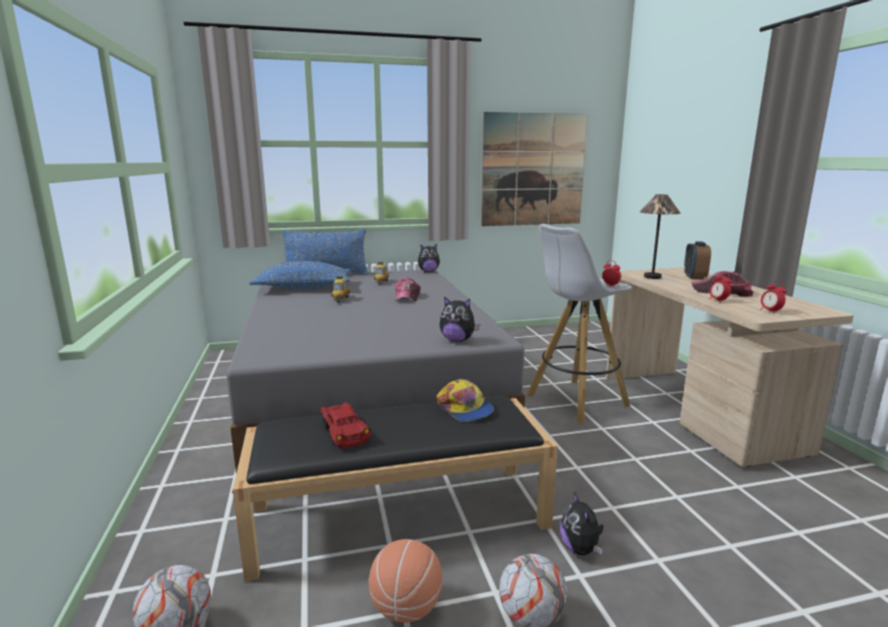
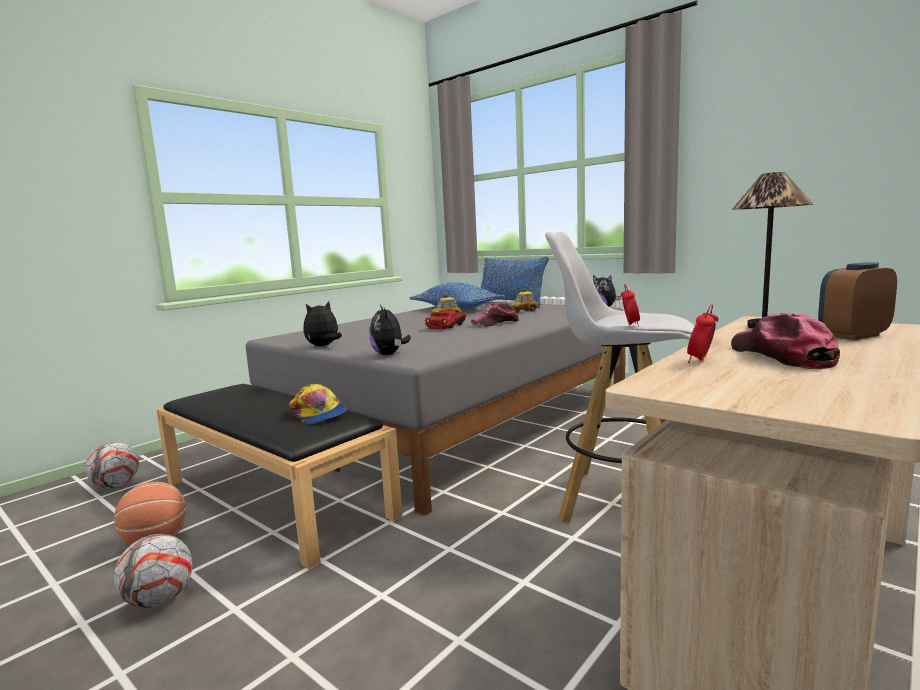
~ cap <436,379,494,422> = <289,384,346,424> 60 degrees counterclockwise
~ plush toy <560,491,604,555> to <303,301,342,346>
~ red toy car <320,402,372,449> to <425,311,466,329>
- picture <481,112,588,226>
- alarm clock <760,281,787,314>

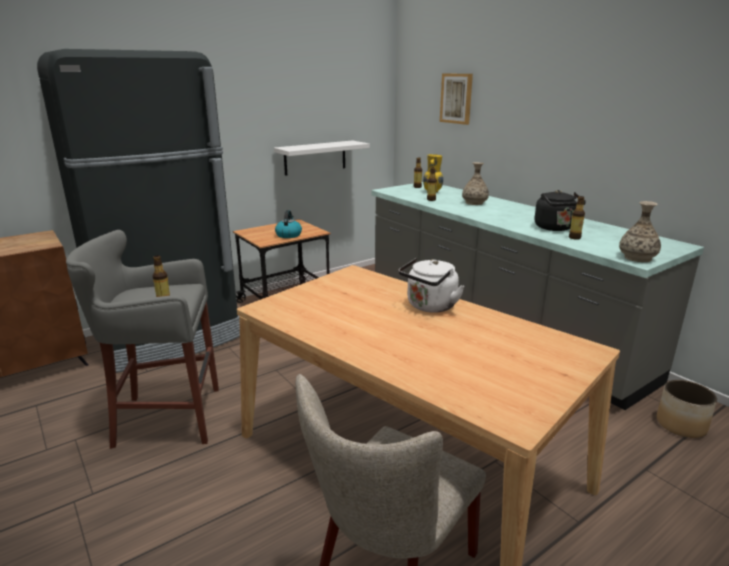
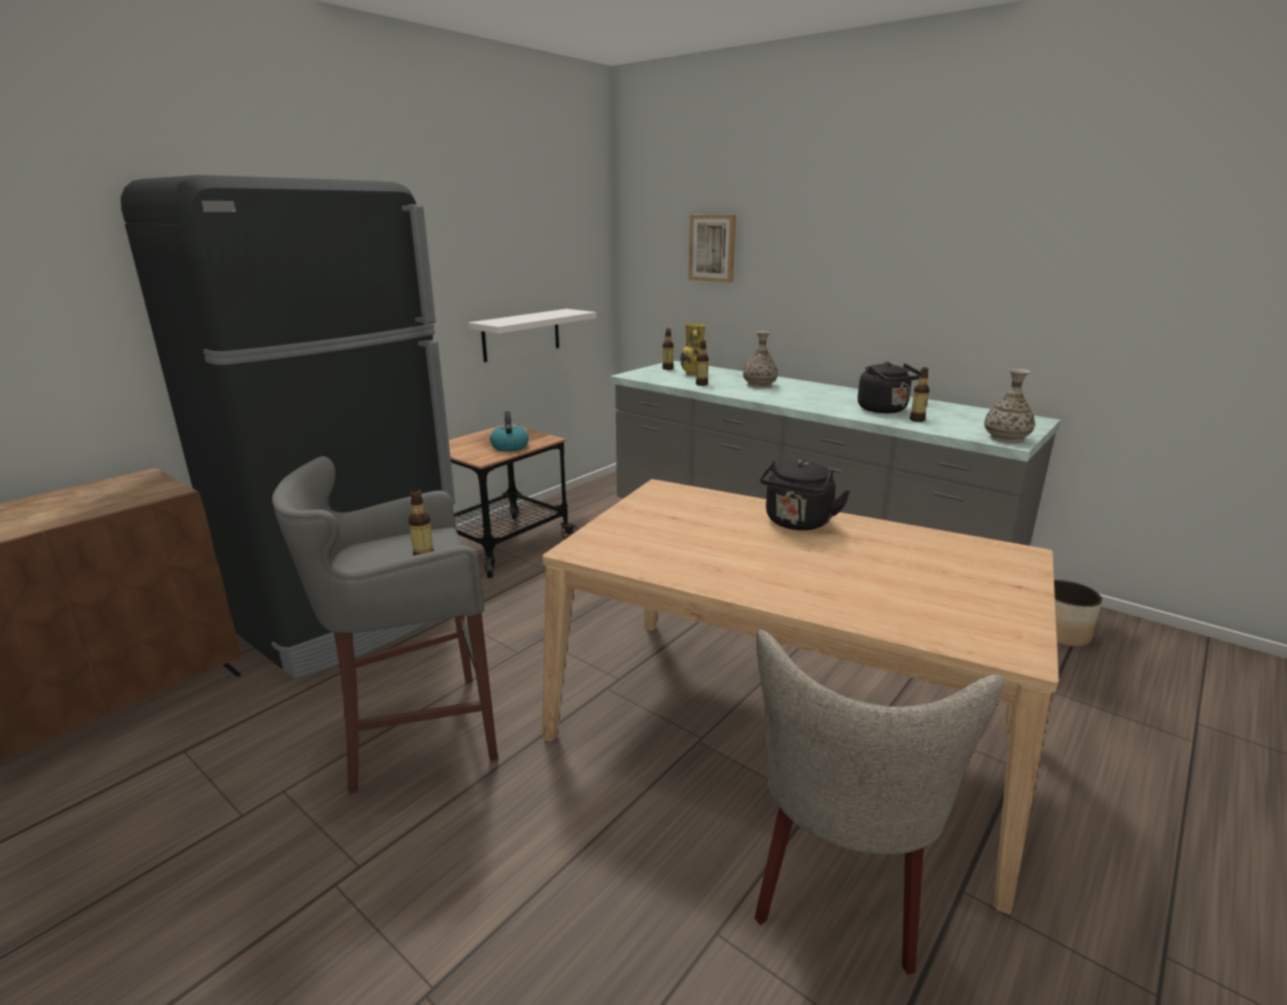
~ white kettle <399,258,464,313> to black kettle <760,460,850,530>

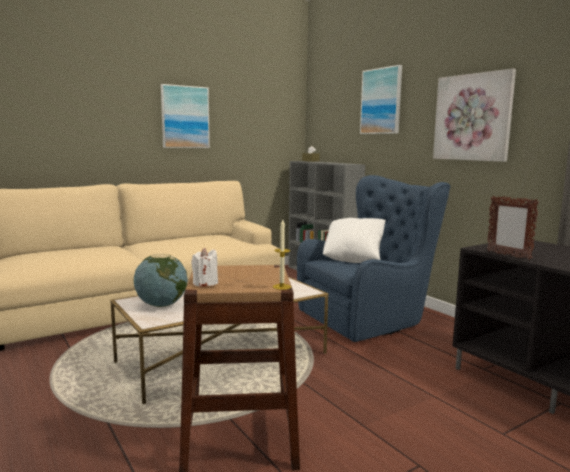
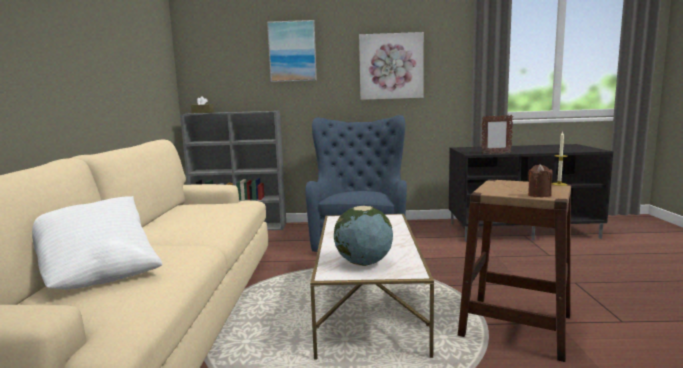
~ white pillow <323,218,386,263> to <32,196,162,289>
~ white candle <191,248,218,287> to brown candle <528,164,553,197>
- picture <161,84,210,148>

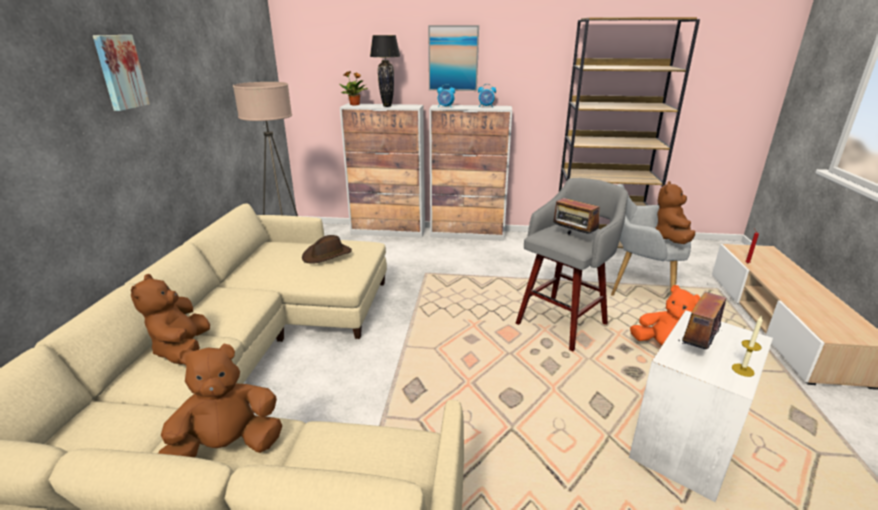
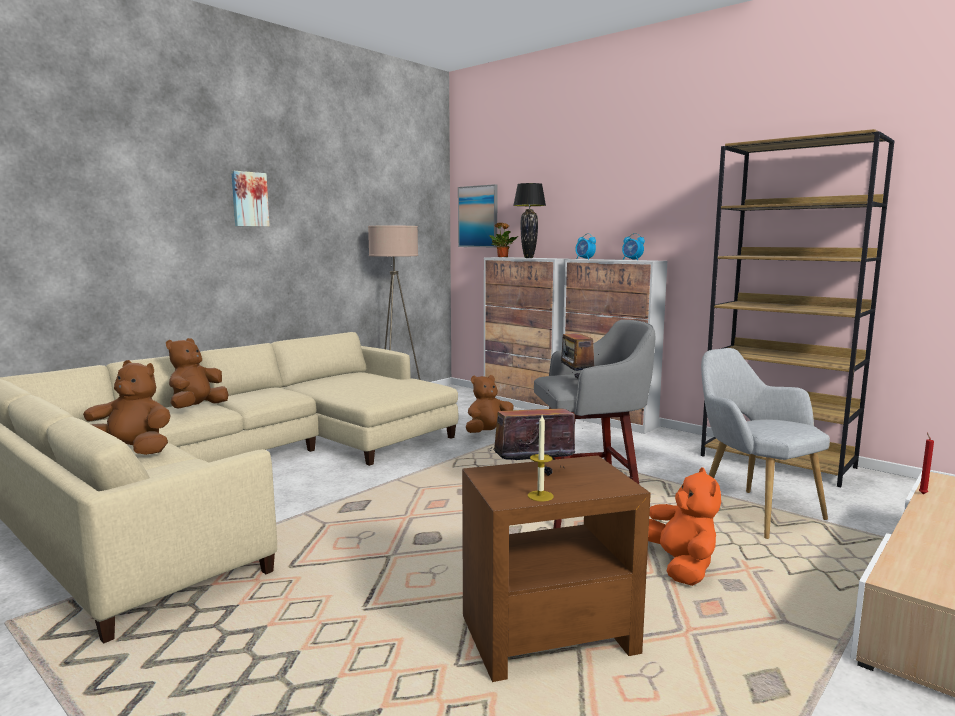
~ picture <428,25,479,91> to <458,184,498,247>
~ white side table <629,310,773,502> to brown side table <462,455,651,682>
~ brown plush toy <655,181,695,244> to <466,375,513,433>
- brown hat <302,235,352,264>

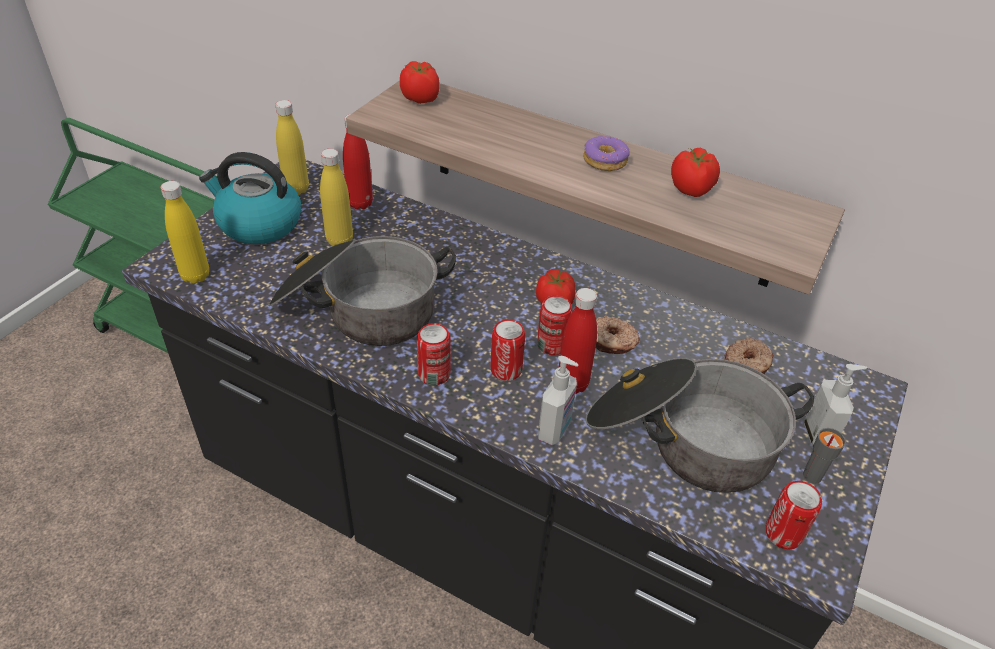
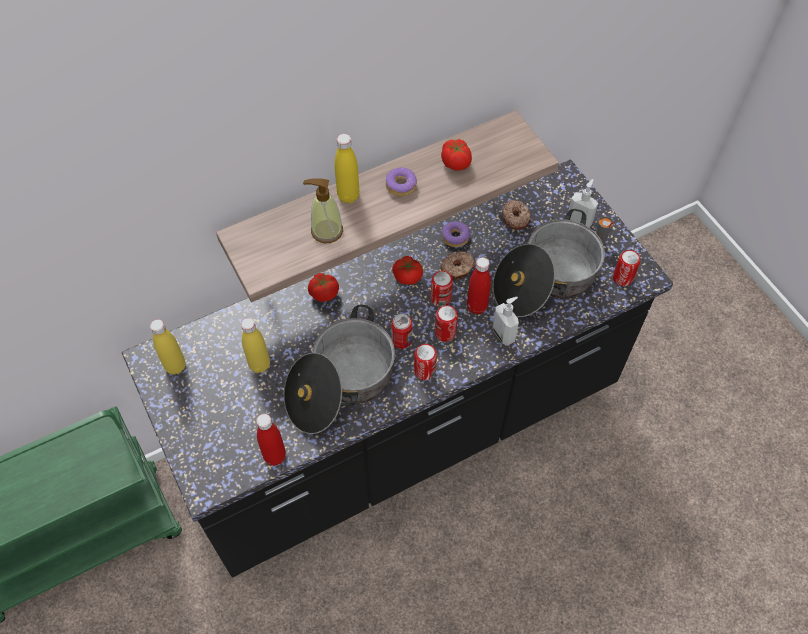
~ red bottle <343,114,373,209> to <256,414,286,466>
+ soap dispenser <303,178,343,243>
~ tomato <400,61,440,104> to <308,273,339,302>
~ yellow bottle <160,181,209,284> to <335,134,360,203>
+ can <391,314,412,349>
+ donut <442,221,470,247>
- kettle <199,152,301,244>

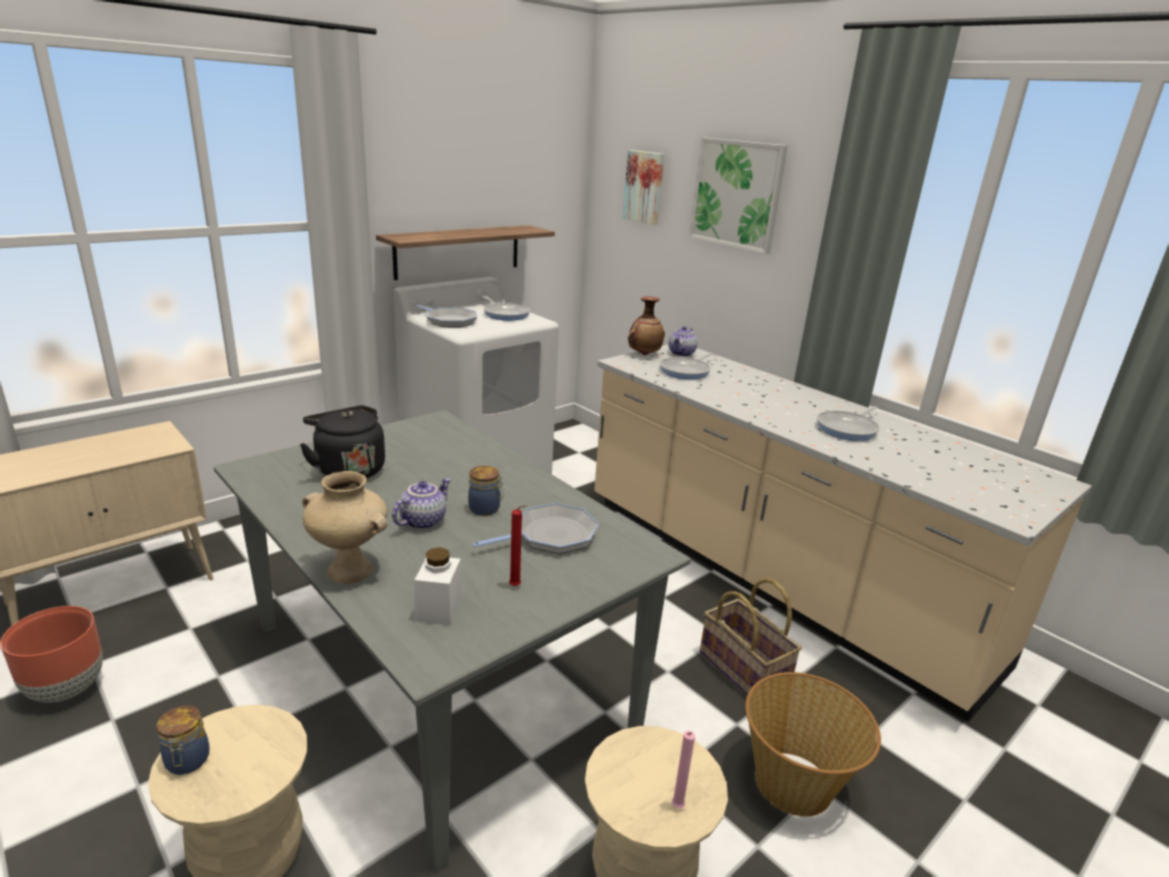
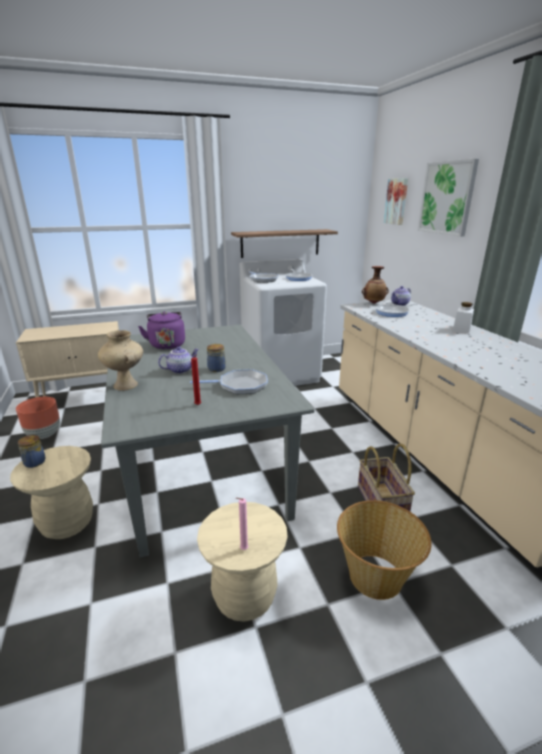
~ black kettle <299,405,385,479> to purple kettle <138,311,185,349>
~ white jar <414,547,463,626> to <453,302,474,333>
- frying pan <817,406,880,441>

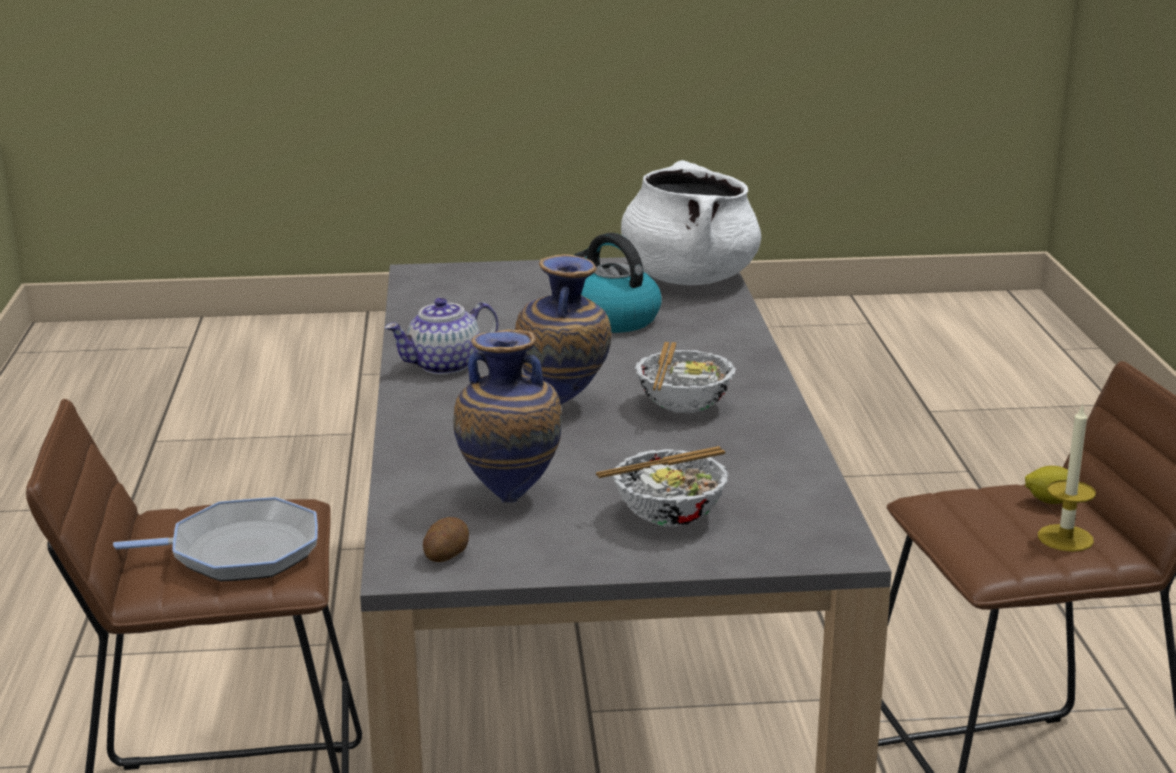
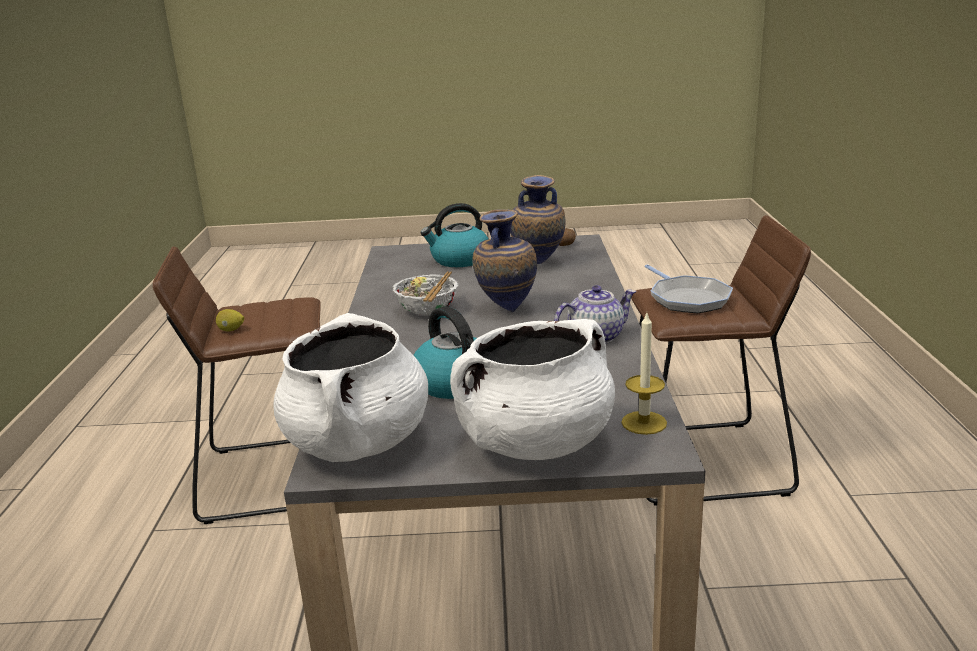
~ bowl <596,446,729,527> to kettle <421,203,489,267>
+ white cooking pot <450,319,615,460>
~ candle <1038,404,1096,552> to <621,313,667,435>
~ frying pan <113,497,318,581> = <644,264,733,313> 105 degrees counterclockwise

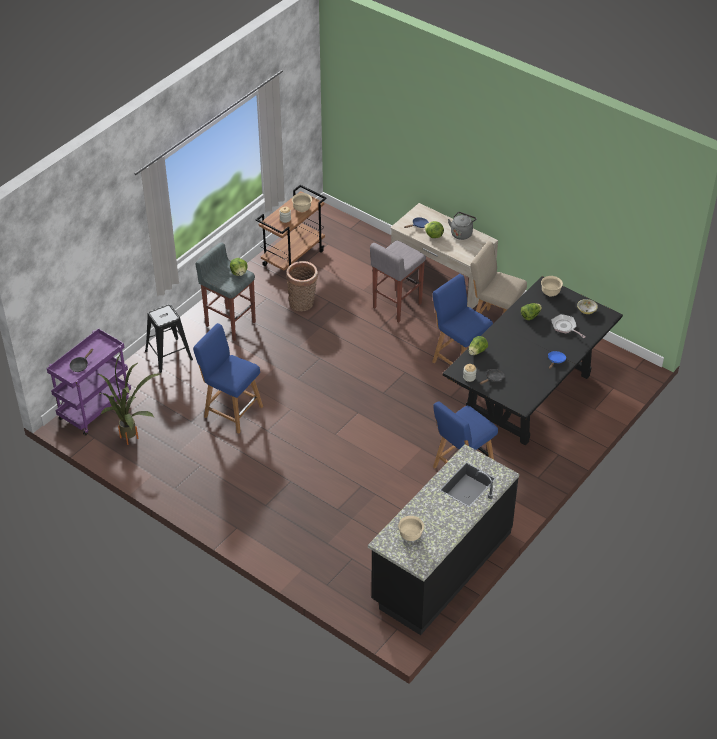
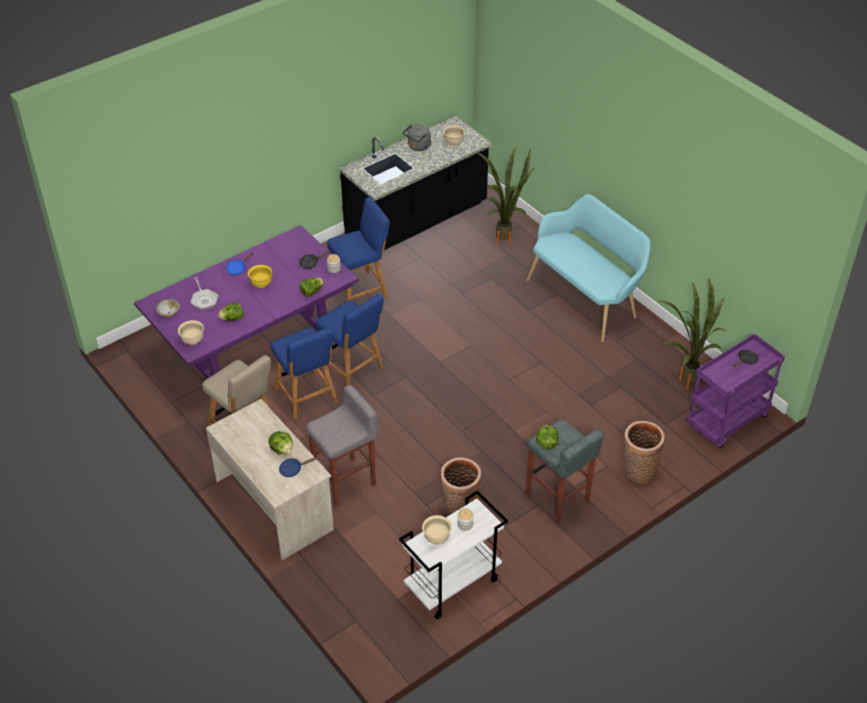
~ black dining table <443,276,623,445> to purple dining table <134,225,359,379>
+ yellow bowl <248,265,272,288>
~ blue chair <193,323,263,433> to <316,294,384,386>
~ brown cart <256,185,327,271> to white cart <399,490,508,619>
~ grey kettle <448,212,477,240> to <403,125,431,151>
+ potted plant <476,148,535,245>
+ turquoise bench <527,194,651,342>
~ black stool <145,304,193,373> to basket <624,421,665,484>

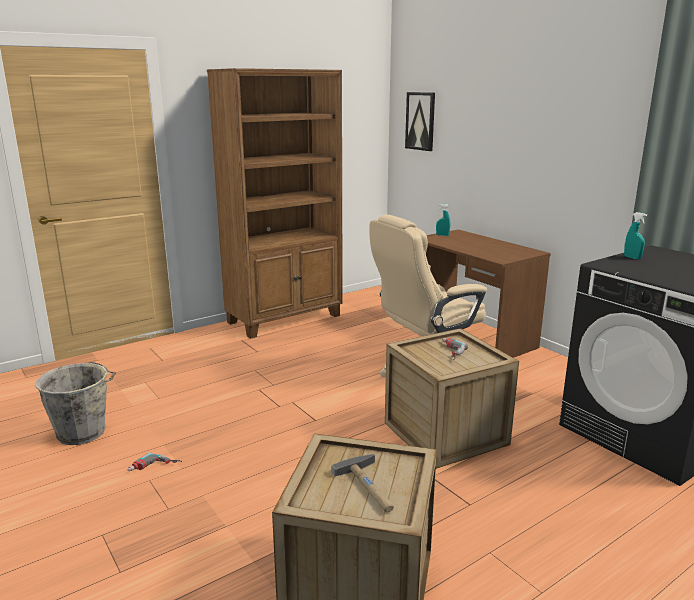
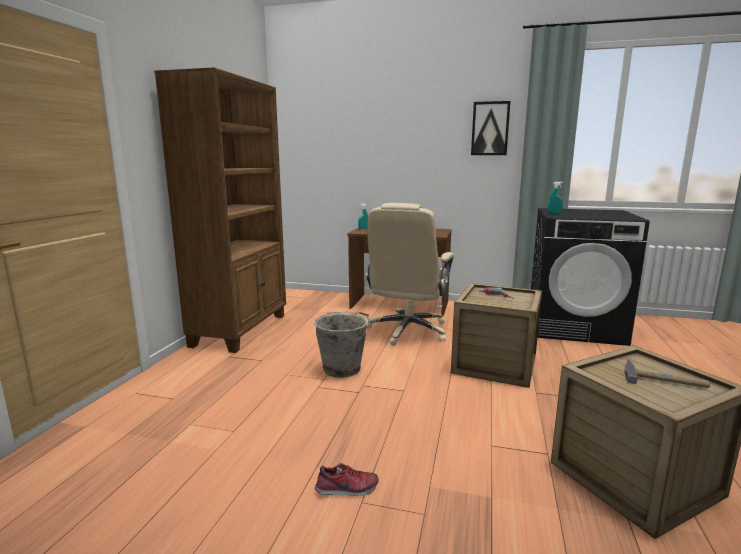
~ grey bucket <35,362,116,445> to <314,312,370,378>
~ power drill <127,452,182,471> to shoe <315,463,379,496>
~ picture <405,92,435,151> to <471,101,510,155>

